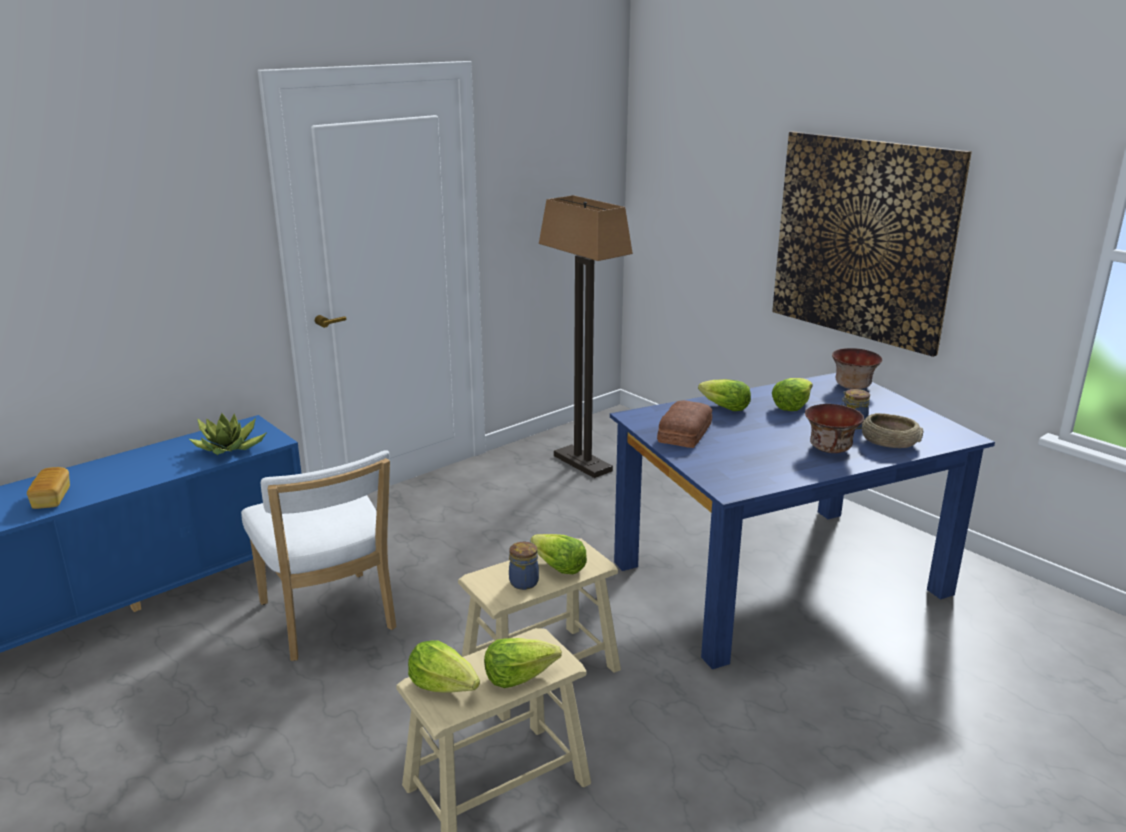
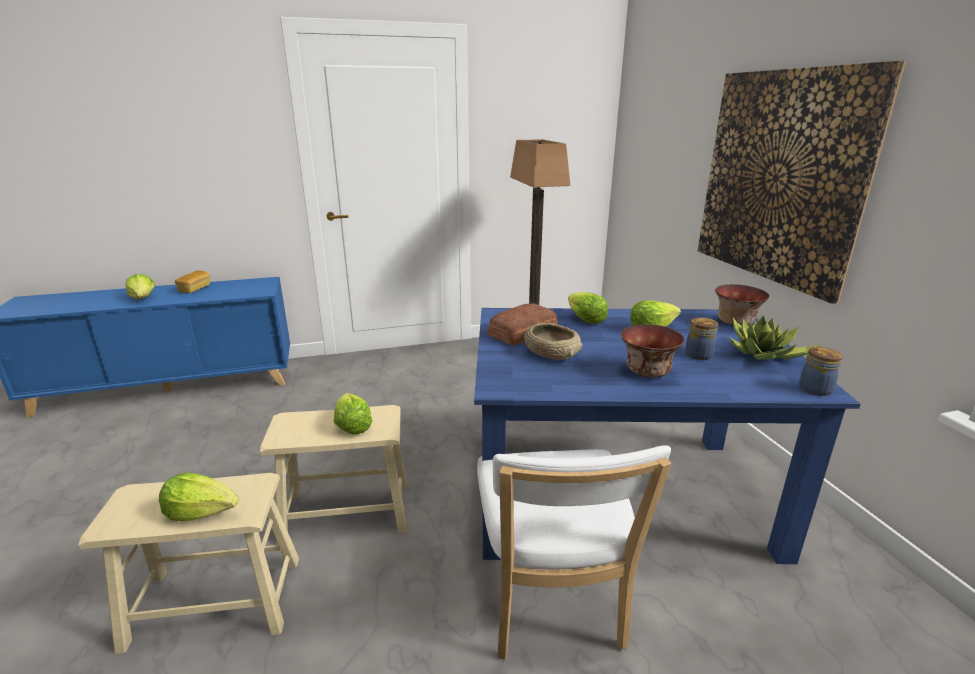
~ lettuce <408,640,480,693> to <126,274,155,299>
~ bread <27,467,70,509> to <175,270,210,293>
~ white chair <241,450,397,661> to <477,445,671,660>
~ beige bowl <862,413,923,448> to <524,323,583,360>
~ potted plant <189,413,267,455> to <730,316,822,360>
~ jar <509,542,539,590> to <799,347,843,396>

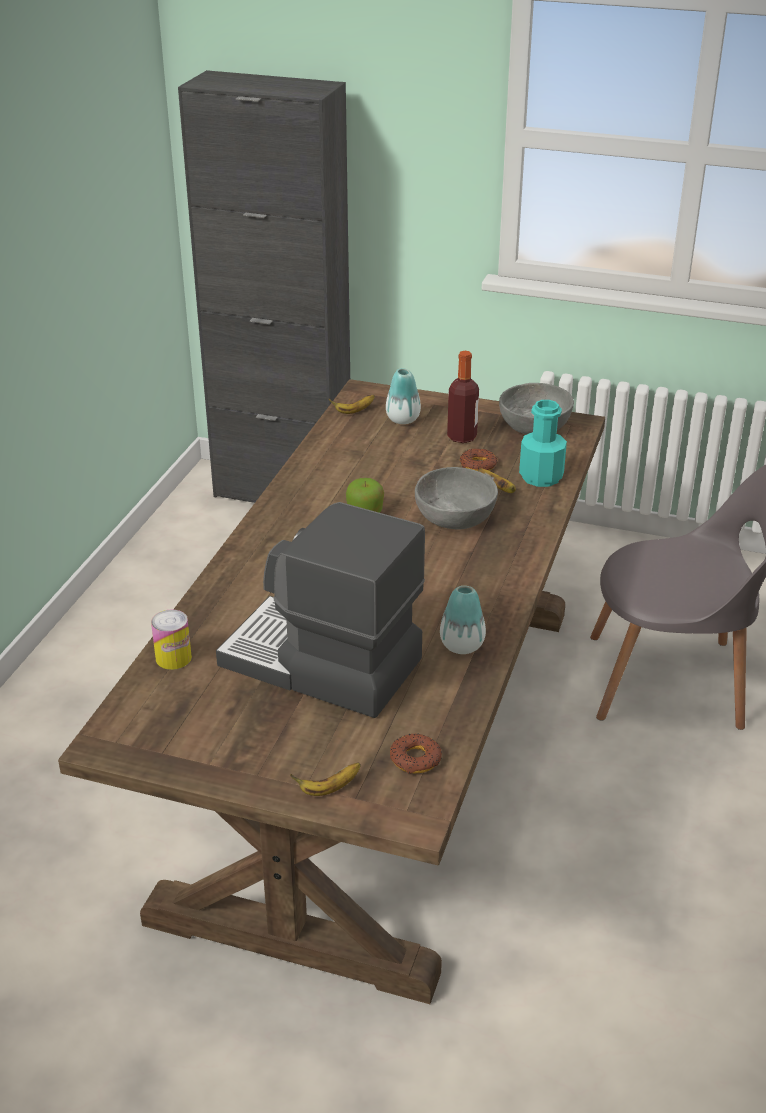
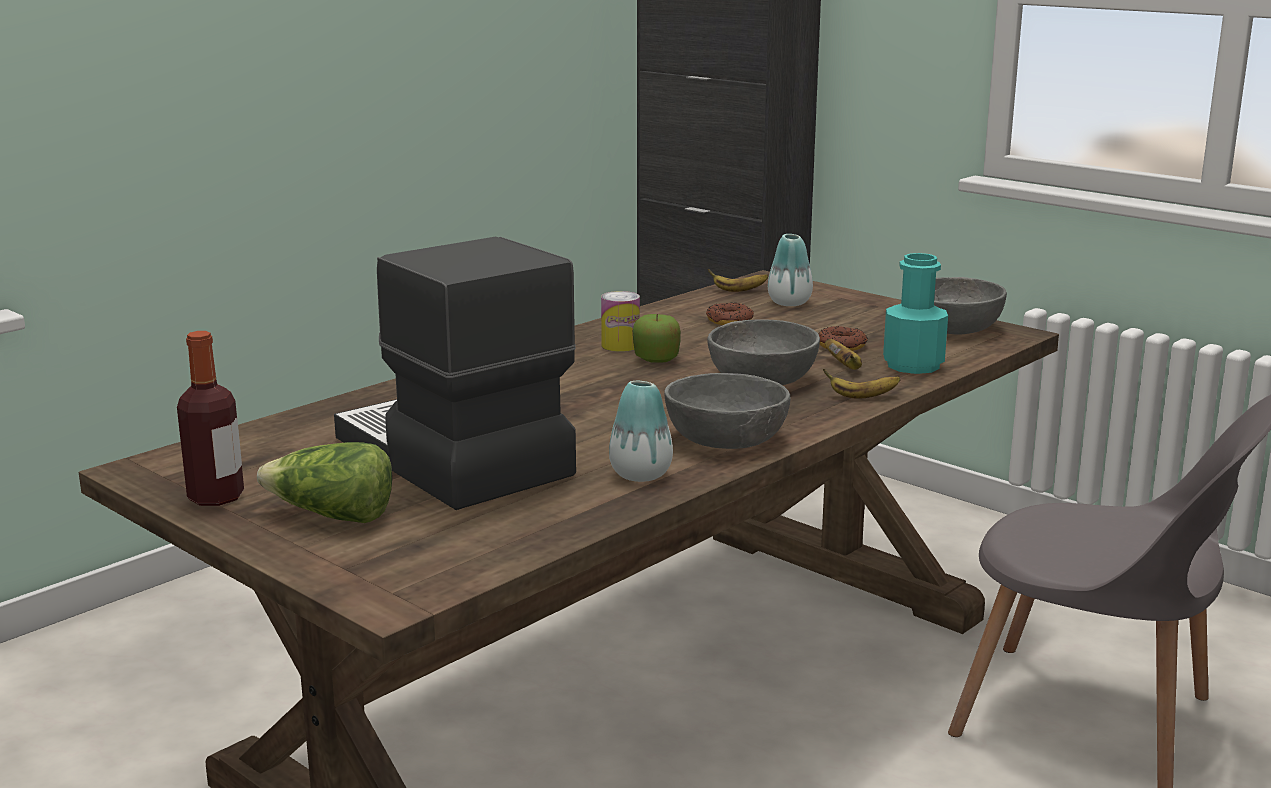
~ bottle <447,351,479,443> to <177,331,244,506>
+ lettuce <257,442,392,523>
~ can <151,609,192,670> to <601,291,640,352>
+ grey bowl <664,373,791,449>
~ donut <390,733,442,774> to <706,303,754,325>
~ banana <290,762,361,796> to <823,369,900,399>

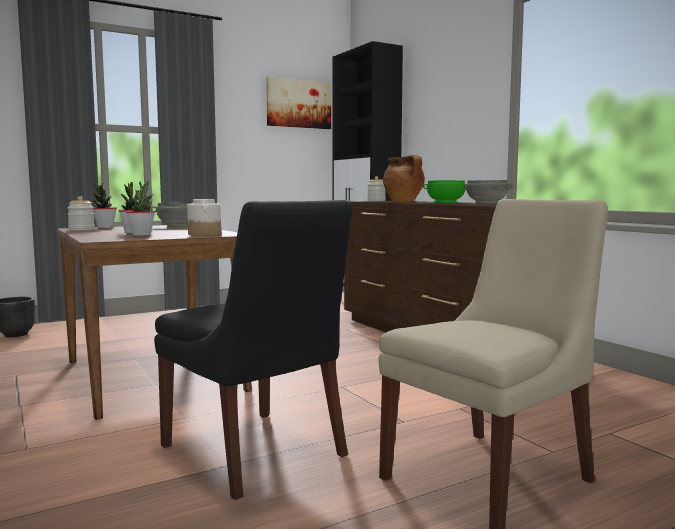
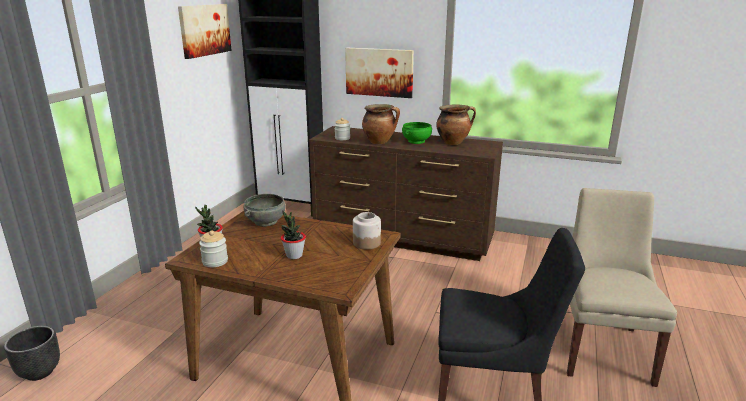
+ picture <345,48,414,98>
~ grey bowl <464,180,512,204> to cooking pot <436,104,476,145>
- potted plant <126,181,155,236>

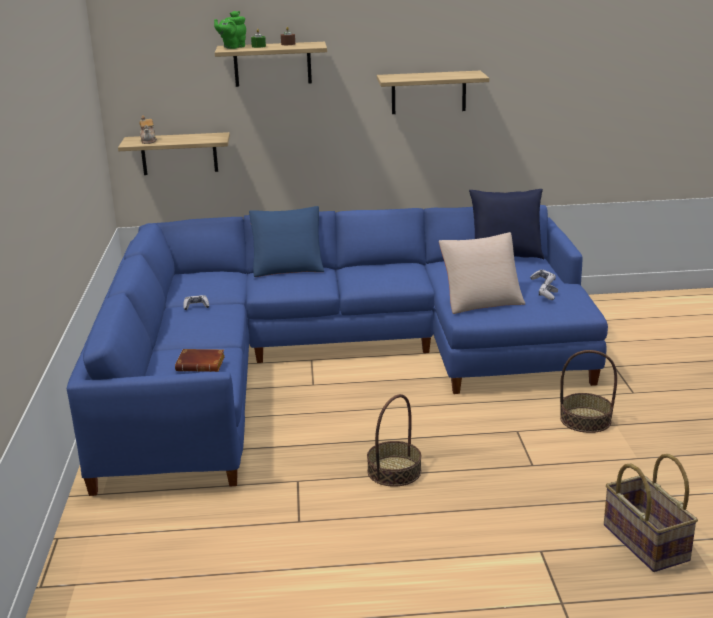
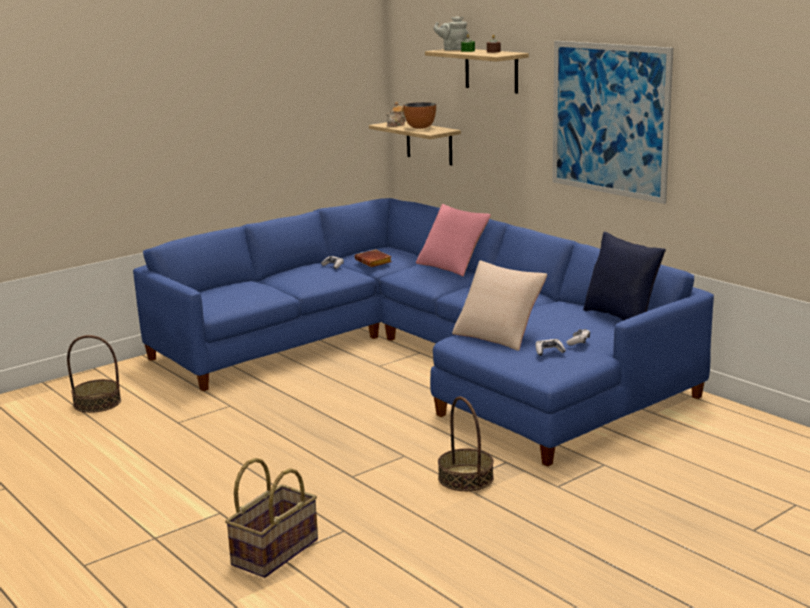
~ basket <367,394,421,487> to <67,335,121,413>
~ brown book <175,349,225,372> to <355,249,392,267>
+ bowl <403,102,436,129>
~ blue pillow <249,206,324,277> to pink pillow <416,204,491,276>
~ green teapot <214,11,246,49> to grey teapot <434,16,468,51>
~ shelf <377,71,489,114> to picture <553,41,673,204>

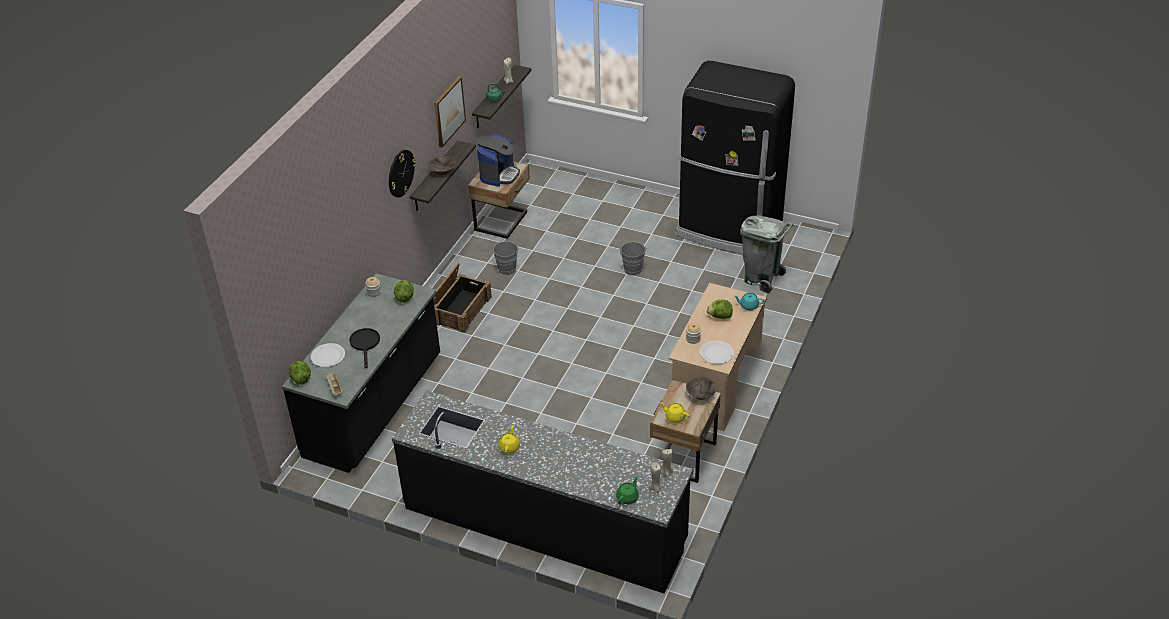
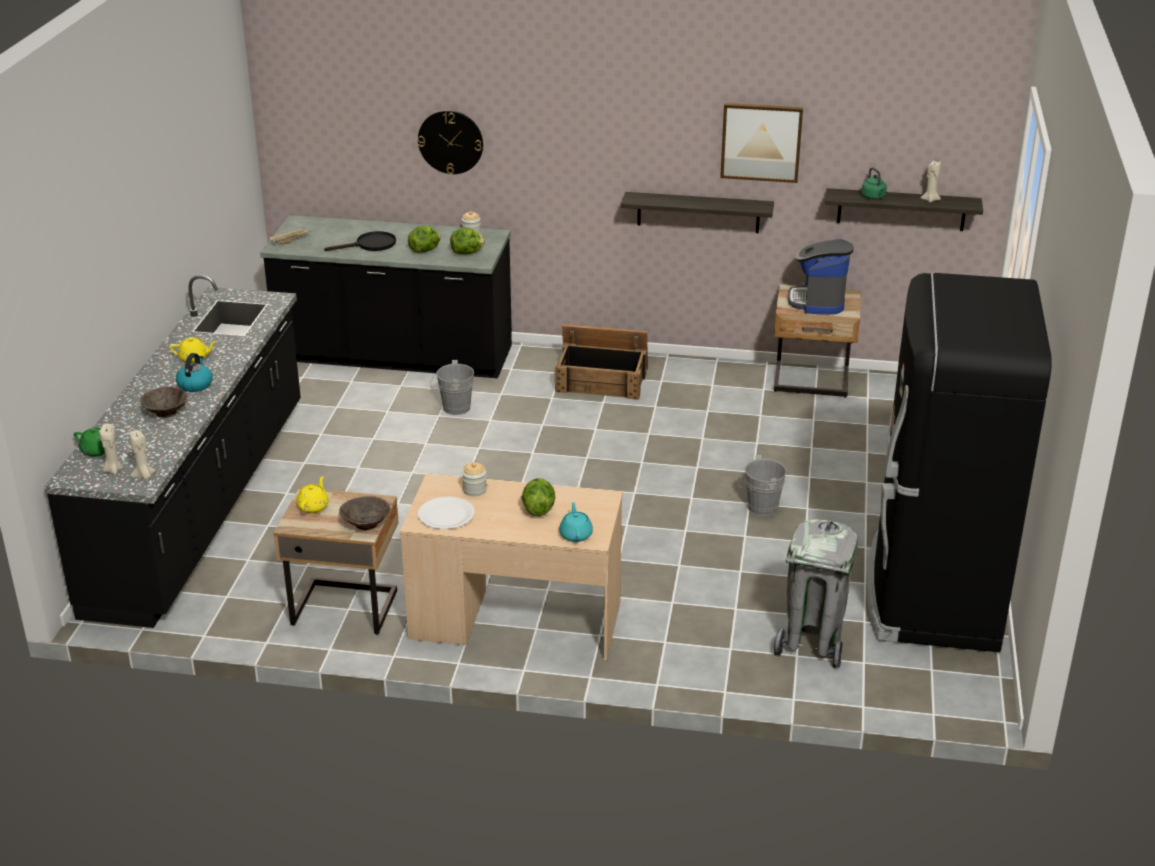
~ brown bowl <428,156,456,175> to <141,387,188,418>
+ kettle <176,353,213,392>
~ lettuce <289,361,311,385> to <408,226,440,253>
~ wall clock <389,150,416,198> to <418,110,483,174>
~ grey bucket <492,241,519,275> to <430,360,474,415>
~ coffee machine <477,133,520,187> = <788,239,854,315> 90 degrees clockwise
- white plate <311,343,345,367>

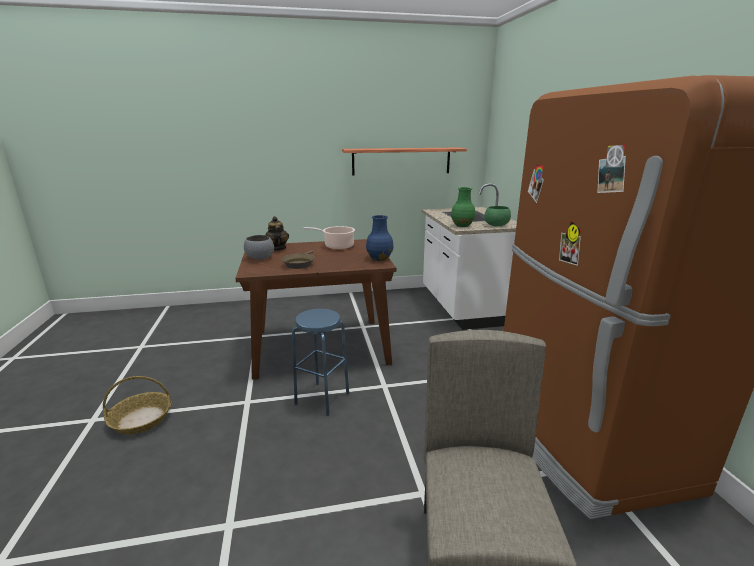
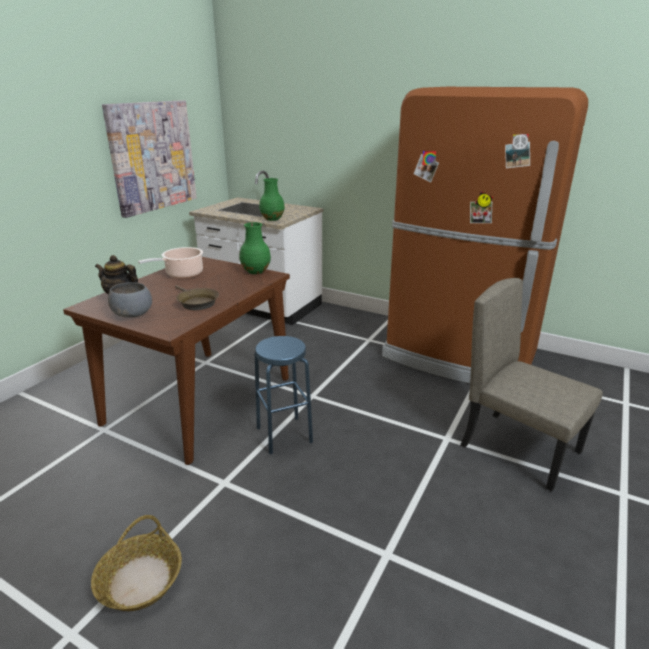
~ shelf <342,147,467,175> to picture <102,100,197,218>
~ blue vase <366,215,393,261> to green vase <240,222,271,274>
- green bowl <484,206,511,226>

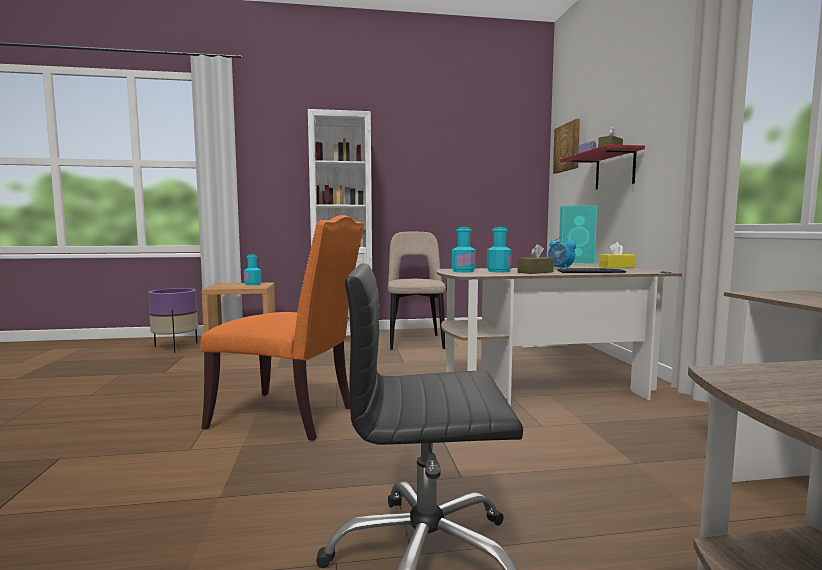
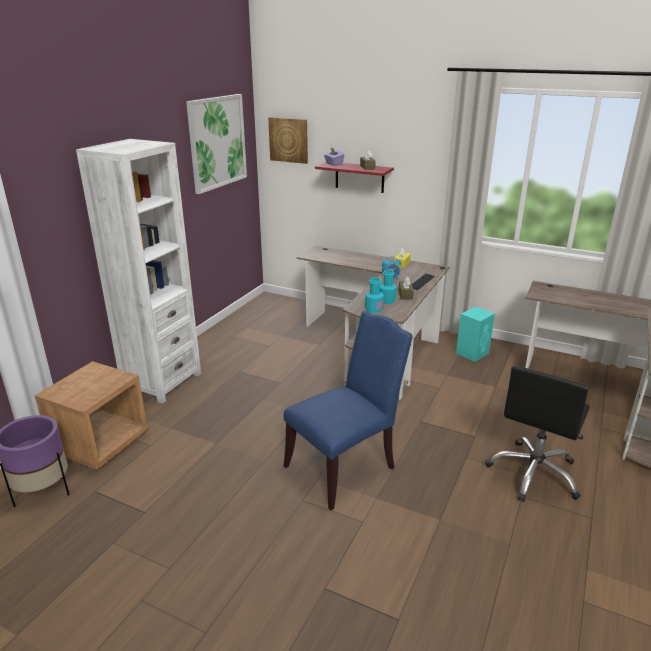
+ picture <186,94,247,194>
~ orange chair <200,215,363,441> to blue chair <283,311,413,510>
~ turquoise speaker <559,205,597,263> to <456,307,495,362>
- turquoise bottle <244,254,262,285>
- beige chair <388,232,446,350>

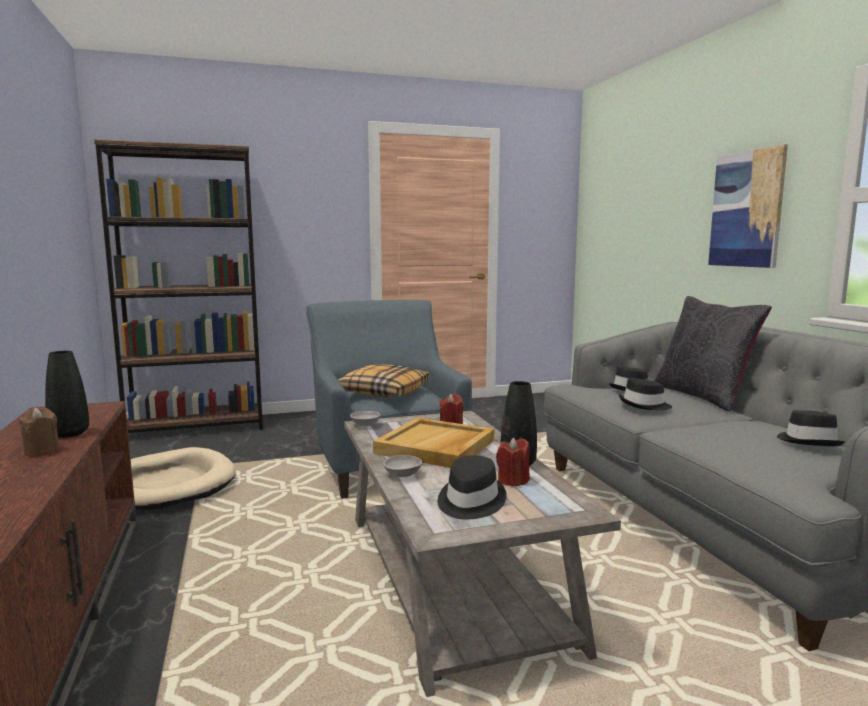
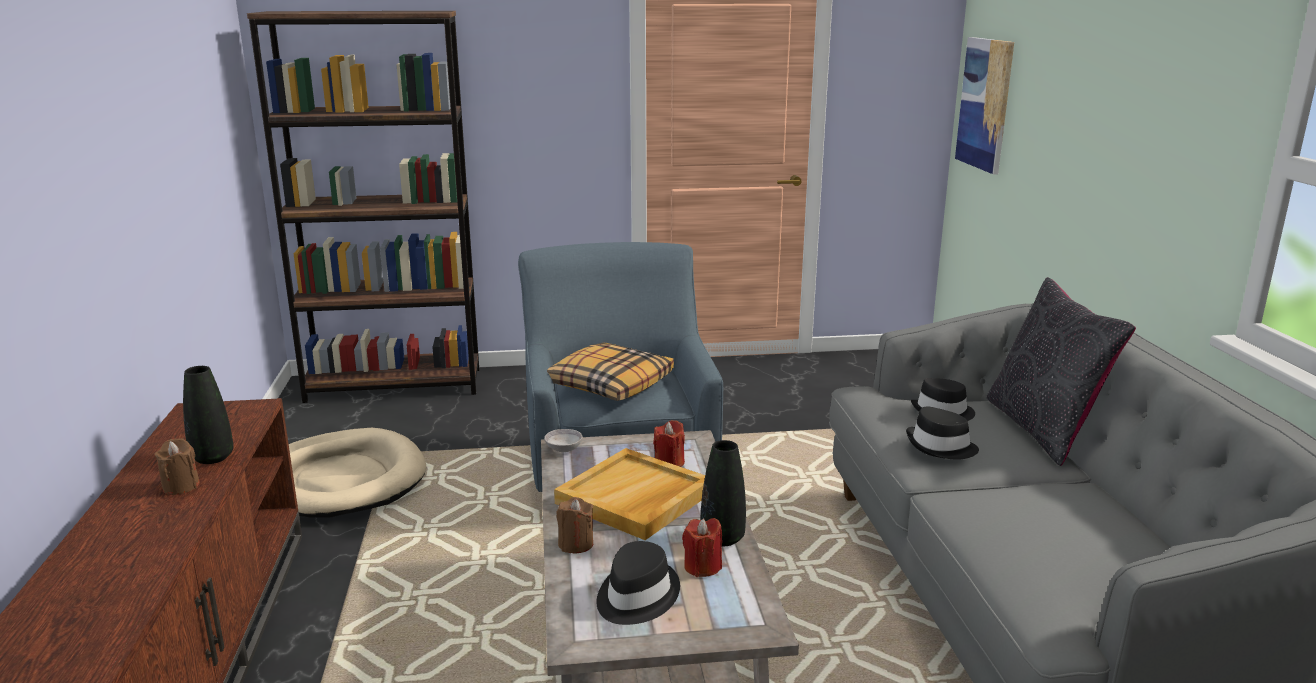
~ grey bowl <383,455,422,477> to brown candle <556,497,593,553>
~ picture <708,144,788,268> to <955,37,1014,175>
- black hat <777,410,845,446>

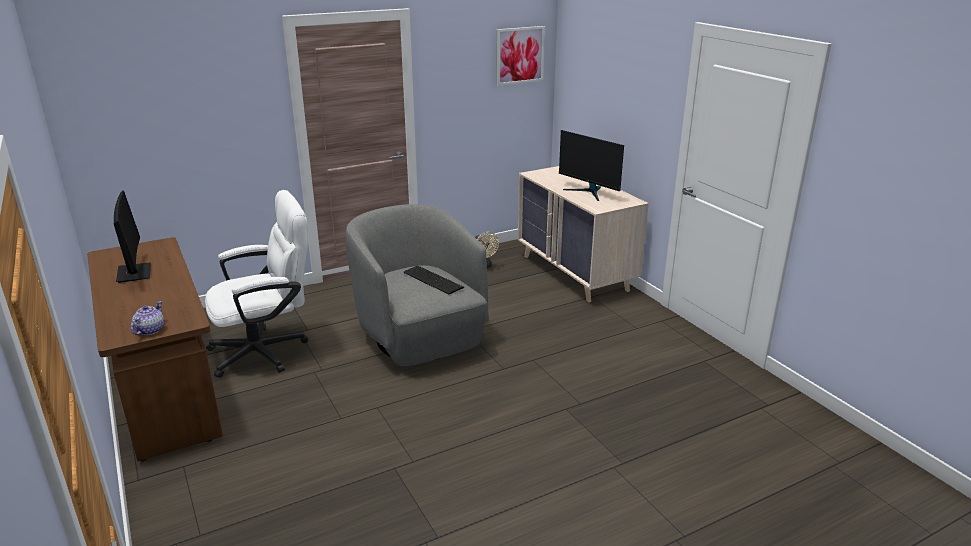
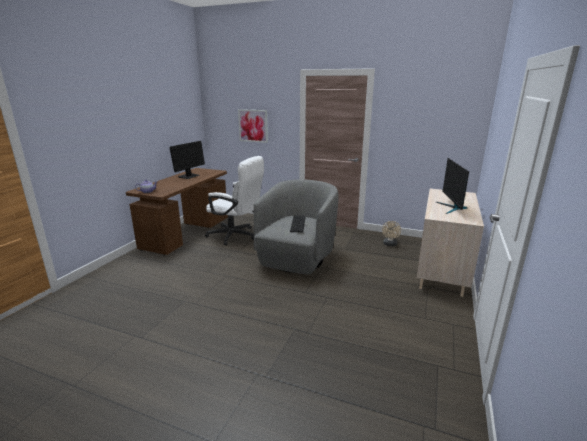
~ picture <496,26,545,86> to <238,109,268,143>

